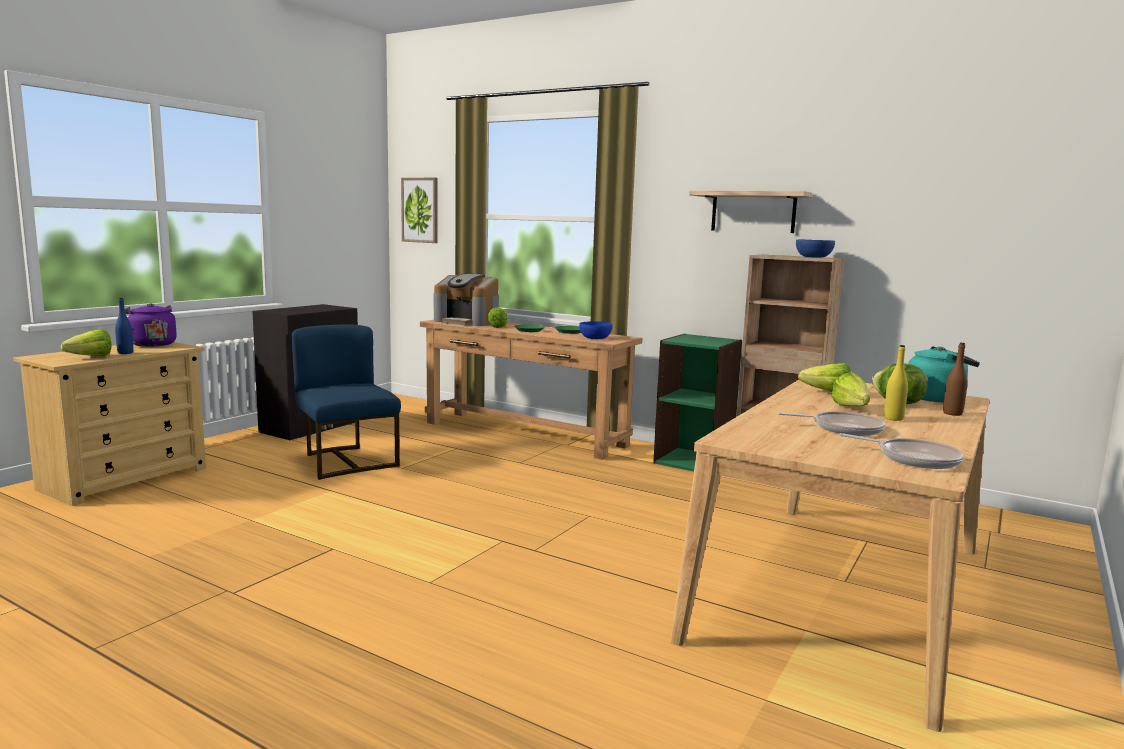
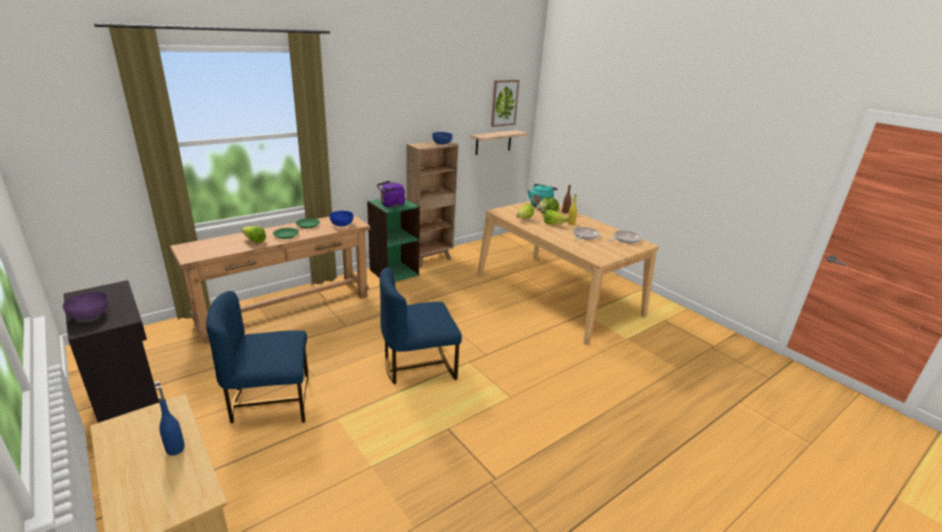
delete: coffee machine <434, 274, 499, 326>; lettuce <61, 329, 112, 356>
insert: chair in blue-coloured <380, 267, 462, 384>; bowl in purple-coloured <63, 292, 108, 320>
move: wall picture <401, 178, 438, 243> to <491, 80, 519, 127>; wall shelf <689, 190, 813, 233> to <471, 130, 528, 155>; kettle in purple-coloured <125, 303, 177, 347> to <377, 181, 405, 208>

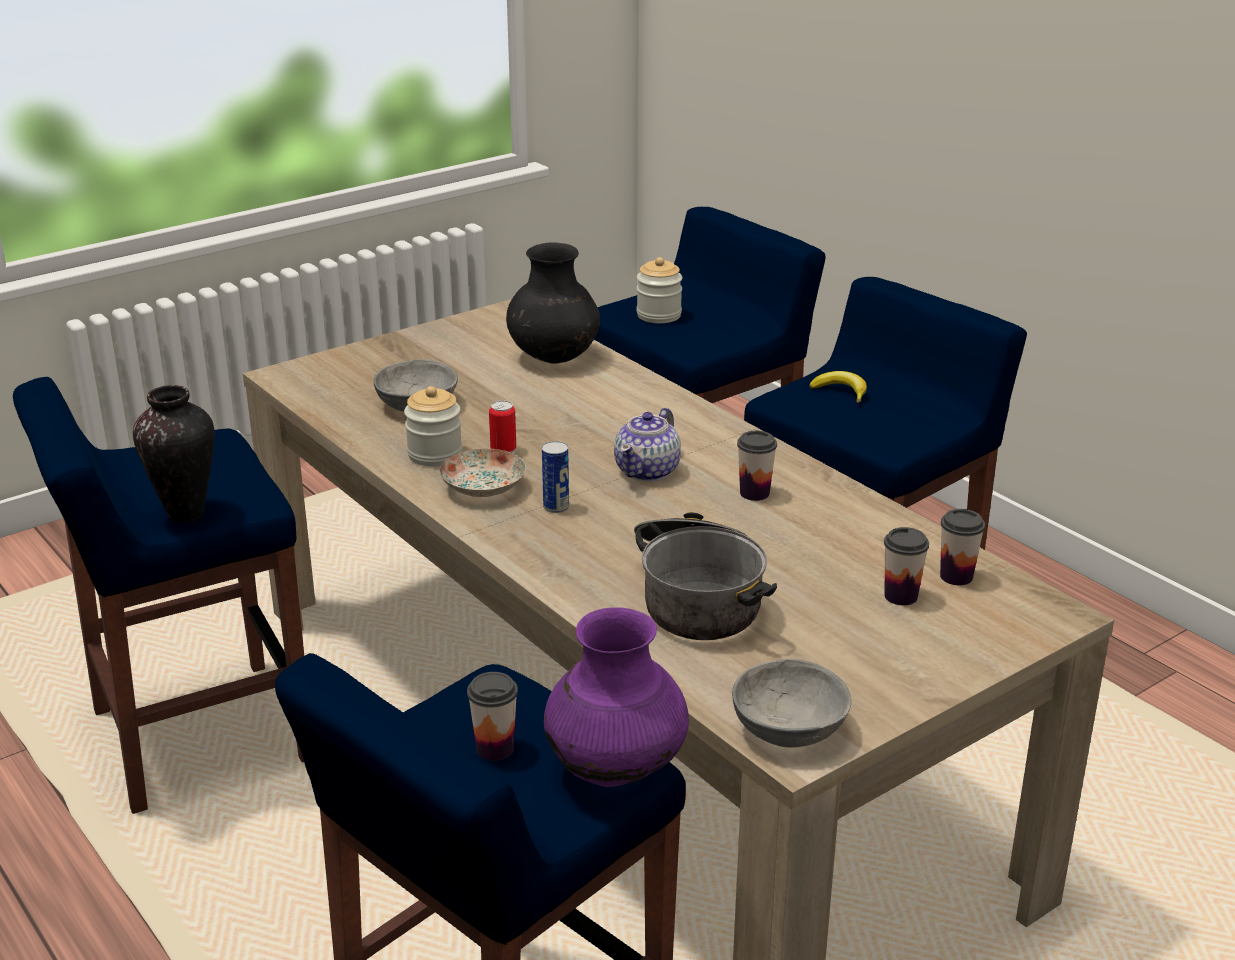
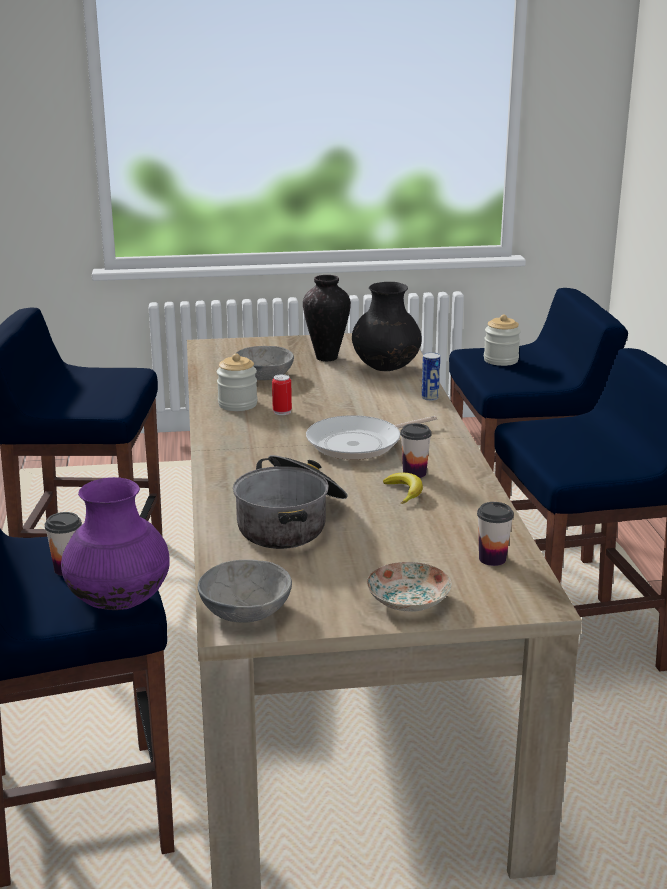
delete: small cup <884, 527, 929, 605>
move: banana <809, 371, 867, 403> to <383, 473, 423, 504>; decorative vase <133, 385, 215, 523> to <303, 275, 351, 361>; metal can <542, 441, 569, 513> to <422, 352, 440, 401>; plate <440, 449, 526, 497> to <367, 562, 452, 612>
replace: pot for tea <614, 408, 681, 482> to pan <306, 415, 437, 460>

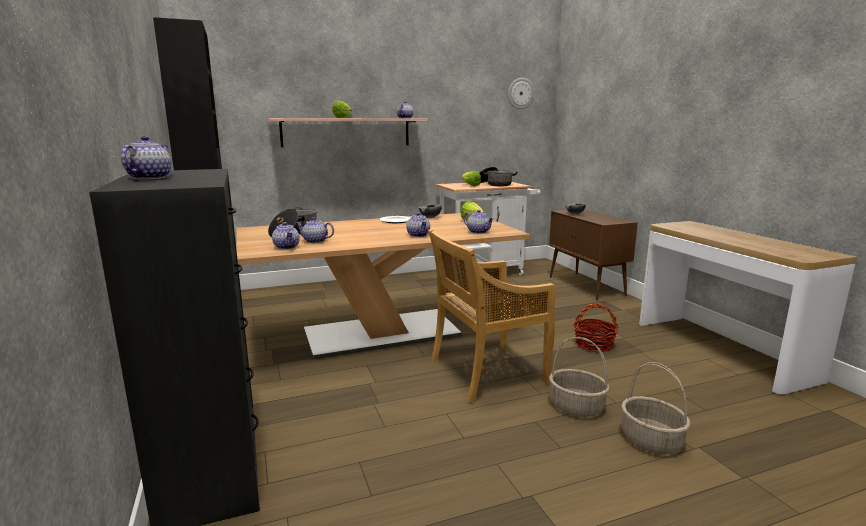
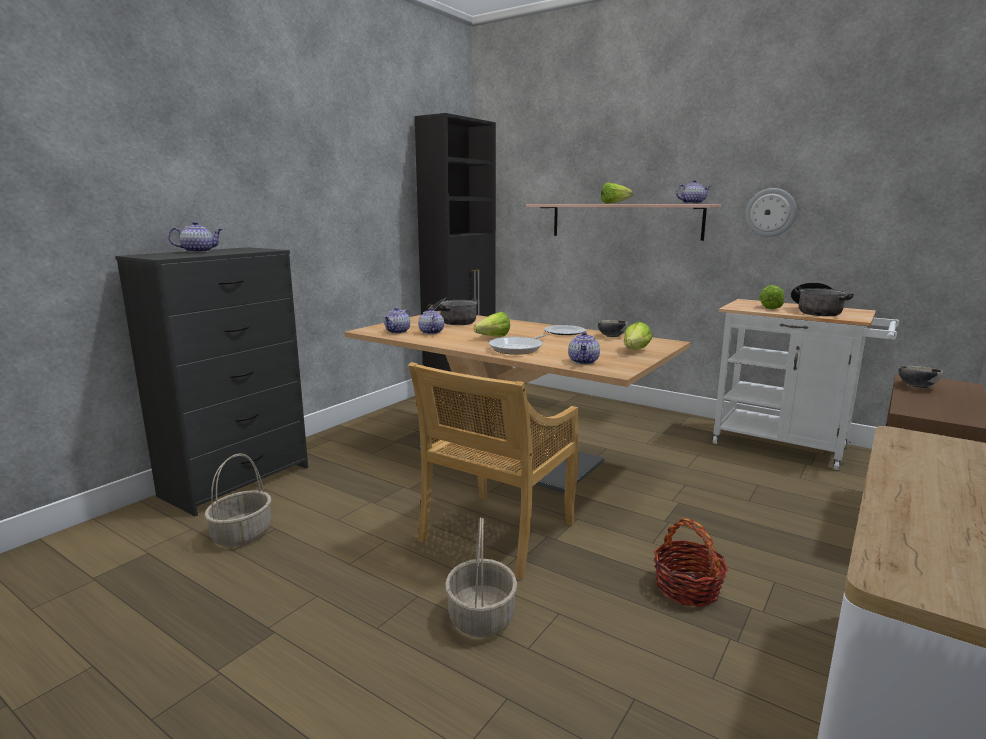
insert: lettuce <474, 312, 510, 337>
move: hanging clock <508, 78, 535, 110> to <745, 188, 797, 237>; basket <621, 362, 690, 455> to <204, 453, 271, 547>
replace: pot for tea <407, 212, 430, 237> to pan <489, 334, 546, 355>
rotate: chair in sand-coloured <428, 229, 555, 402> = <408, 362, 579, 579> 90 degrees counterclockwise

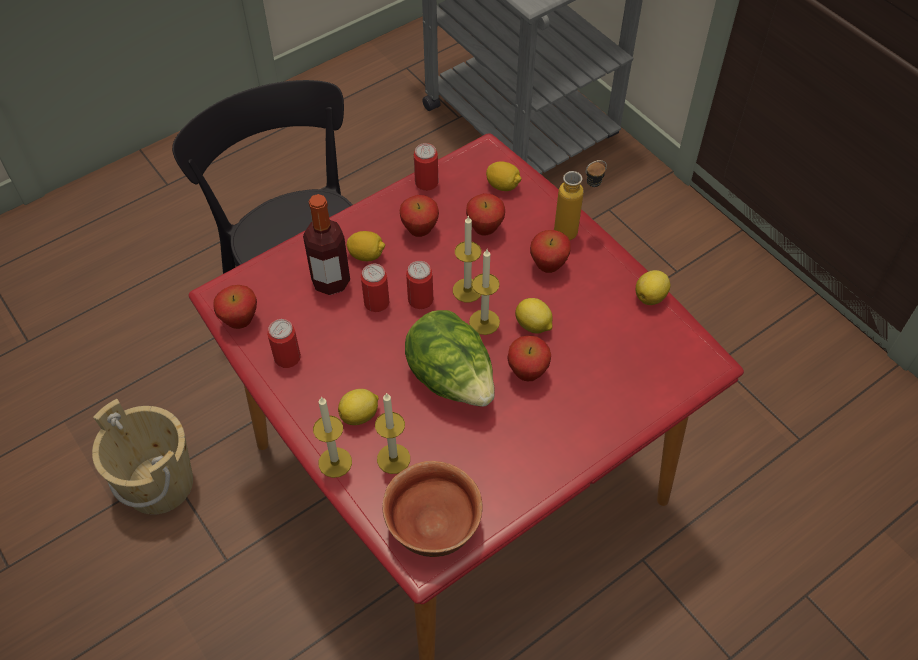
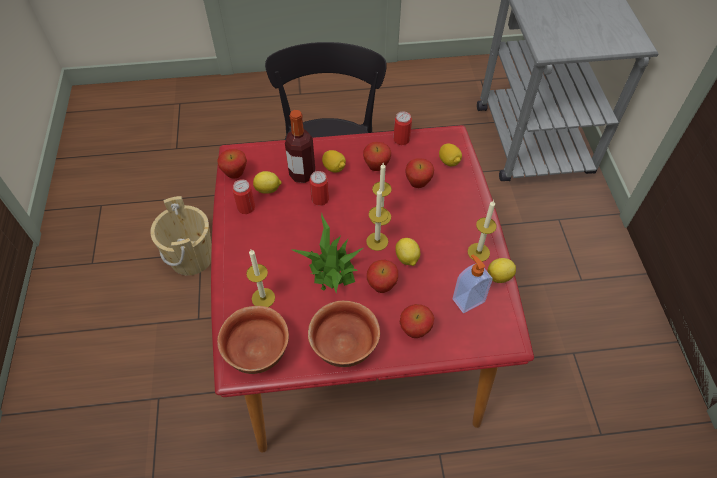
delete: drink bottle <554, 160, 607, 240>; metal can <406, 261, 433, 309>
insert: liquid soap bottle <452, 255, 493, 313>; bowl <308, 301, 380, 367>
move: whole apple <530, 230, 571, 273> to <400, 304, 434, 338>; citrus fruit <338, 389, 379, 425> to <253, 171, 282, 194>; wax light <313, 397, 352, 478> to <468, 200, 497, 262>
replace: lettuce <405, 310, 495, 407> to houseplant <292, 212, 363, 294>

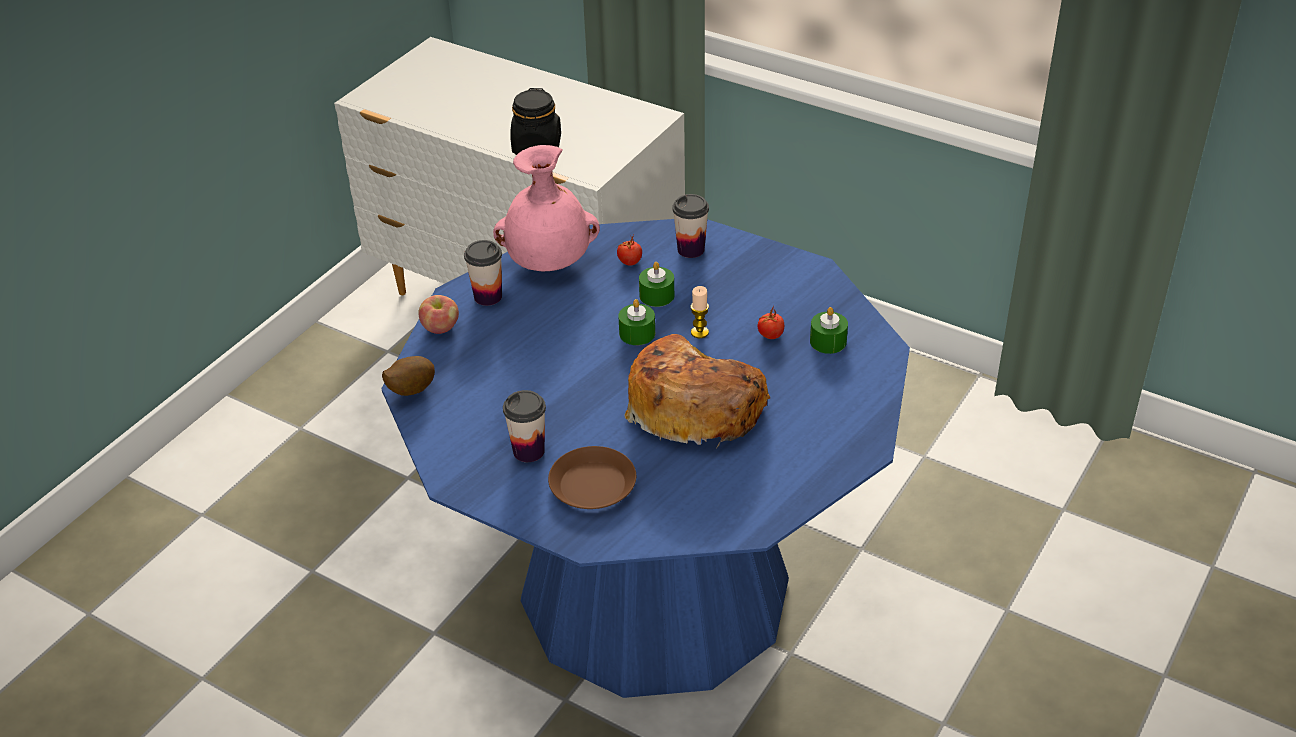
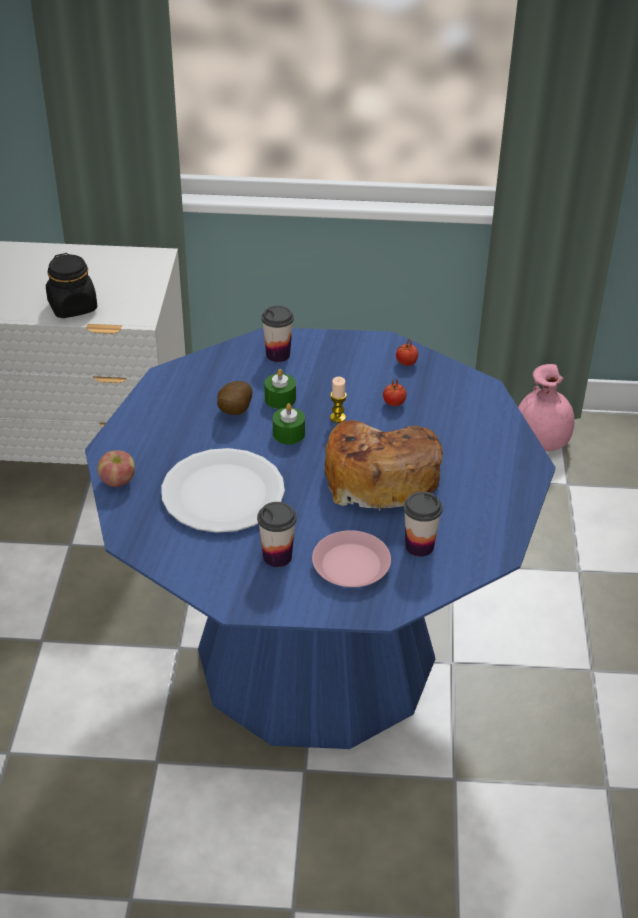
delete: wax light in greenish <810, 307, 848, 354>
insert: plate in whitish <161, 448, 285, 533>
move: decorative vase in pink <493, 145, 600, 271> to <518, 364, 574, 451>; whole tomato <617, 235, 642, 266> to <396, 338, 418, 366>; small cup <464, 240, 502, 306> to <404, 492, 443, 557>; whole potato <382, 356, 435, 396> to <217, 381, 253, 415>
recolor: plate in brown <548, 446, 636, 509> to plate in pink <312, 530, 391, 587>

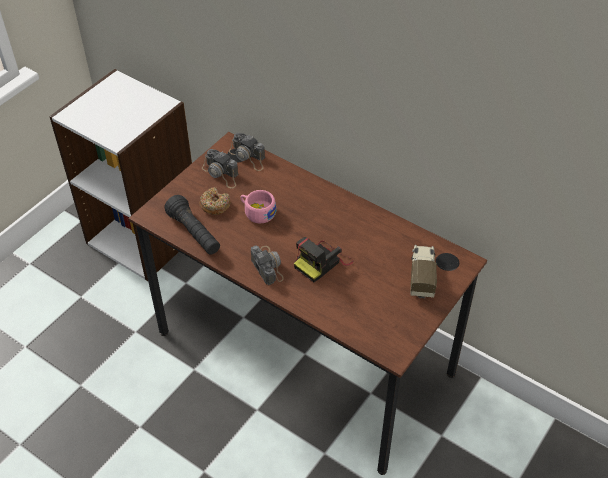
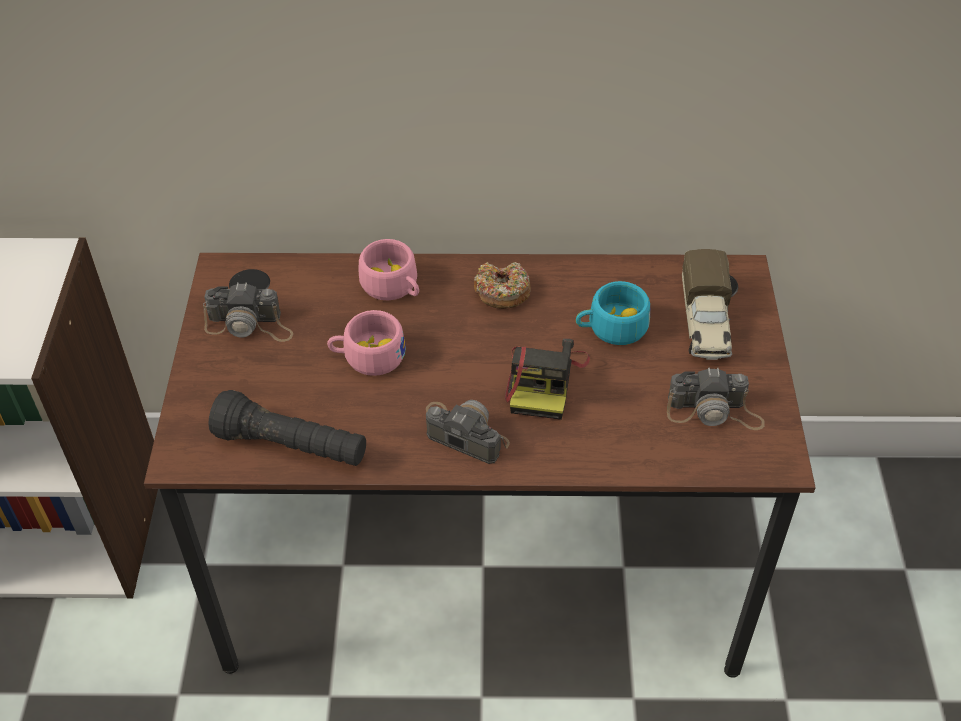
insert: small cup in pink <359, 239, 419, 300>; small cup in turquoise <576, 281, 650, 345>
move: photo camera <229, 133, 265, 171> to <667, 368, 765, 430>; ring doughnut <199, 188, 230, 215> to <474, 262, 530, 309>
rotate: toy truck <410, 245, 437, 299> = <682, 249, 732, 360> 150 degrees counterclockwise

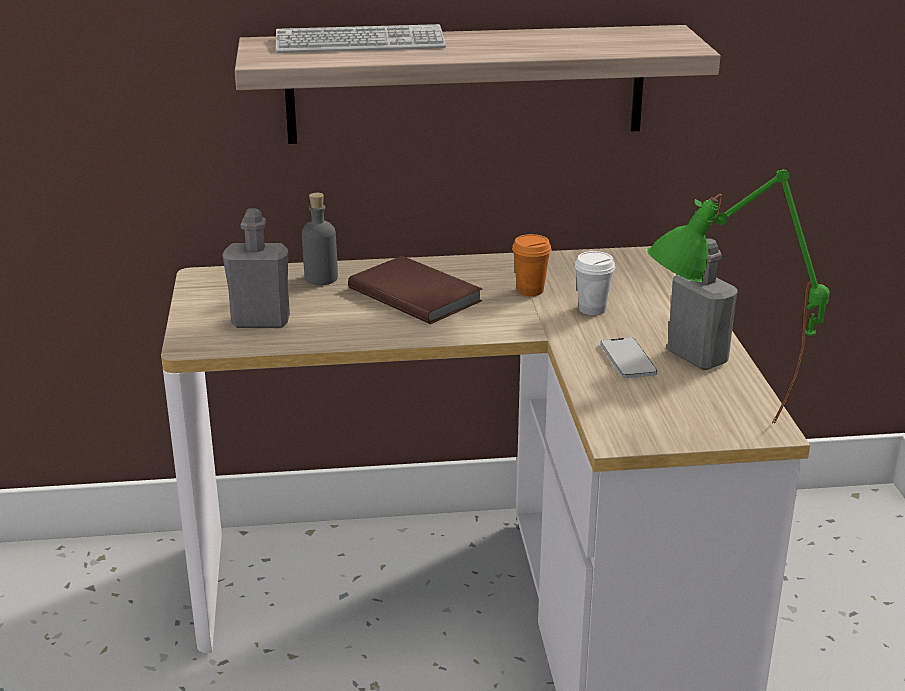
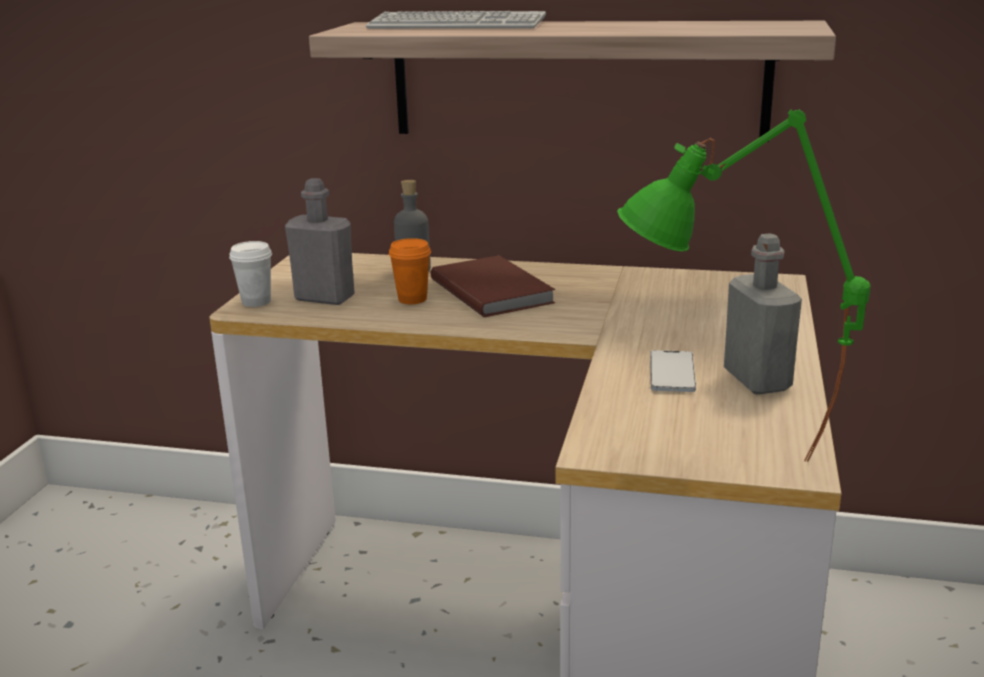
move: small cup in orange <512, 234, 551, 296> to <389, 238, 431, 304>; small cup in whitish <575, 251, 615, 315> to <229, 241, 272, 307>

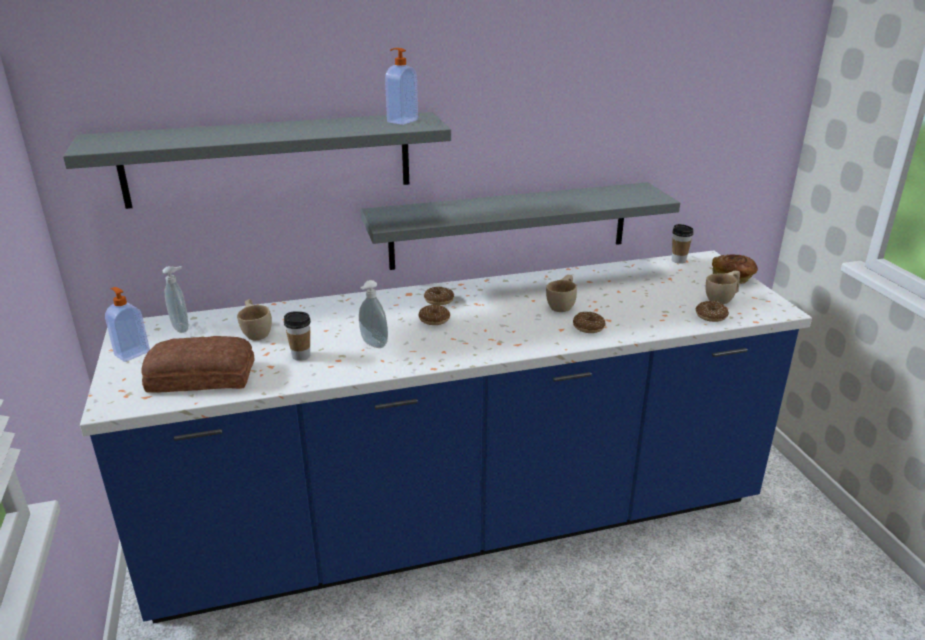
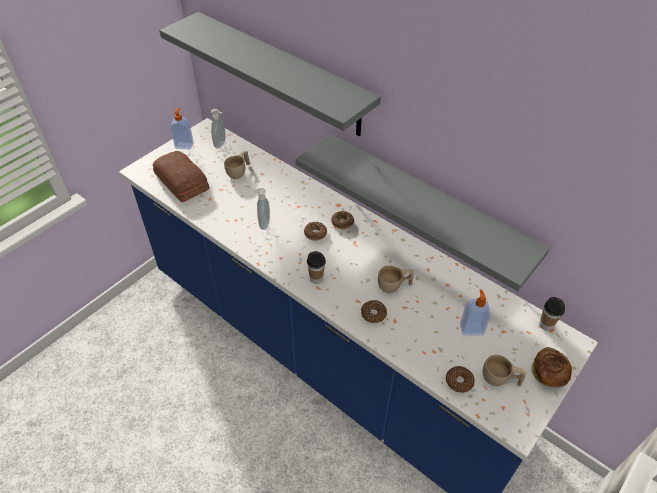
move: liquid soap bottle <385, 48, 418, 125> to <460, 289, 491, 336>; small cup <284, 311, 311, 361> to <307, 251, 326, 284>

